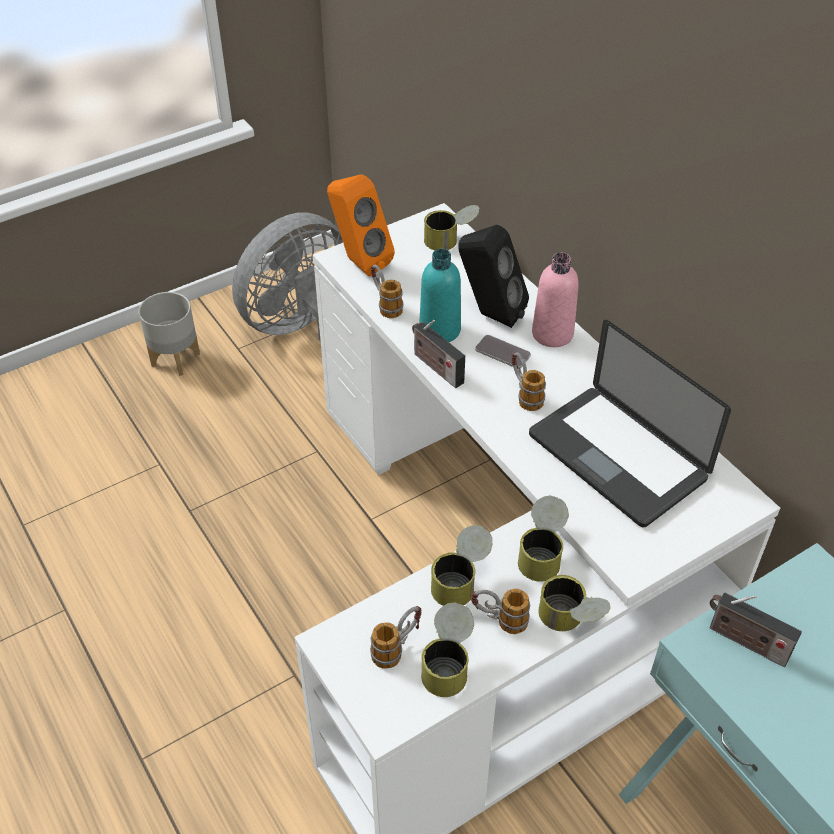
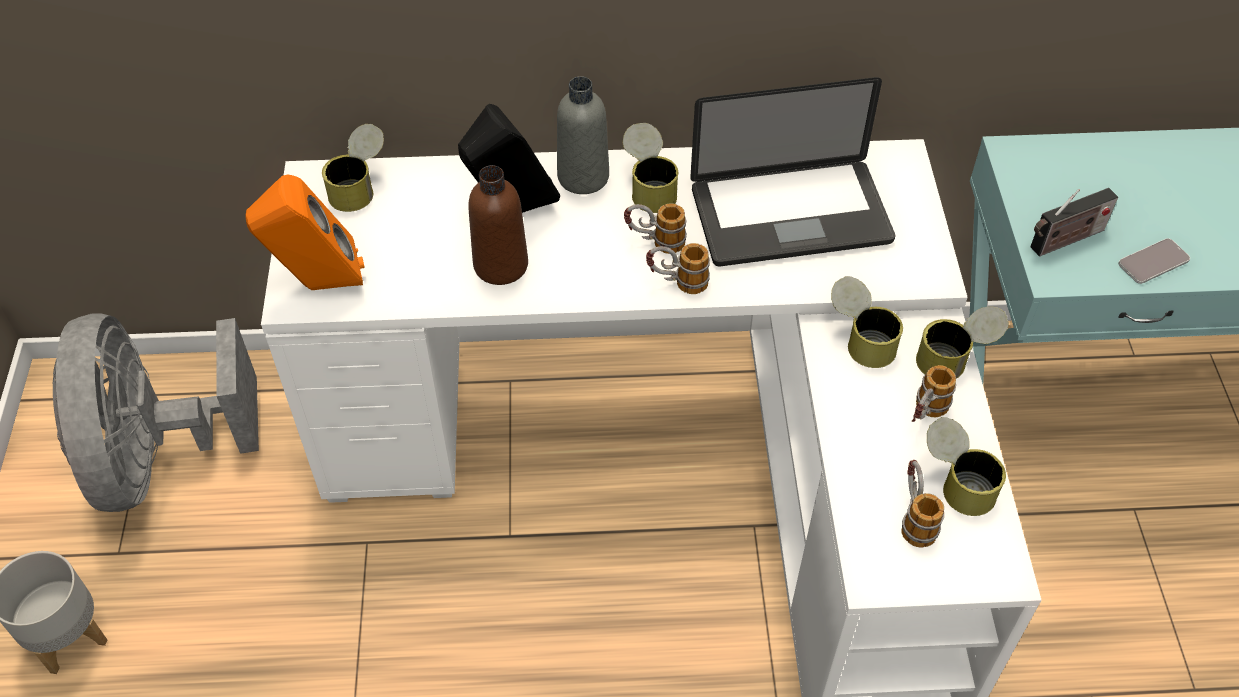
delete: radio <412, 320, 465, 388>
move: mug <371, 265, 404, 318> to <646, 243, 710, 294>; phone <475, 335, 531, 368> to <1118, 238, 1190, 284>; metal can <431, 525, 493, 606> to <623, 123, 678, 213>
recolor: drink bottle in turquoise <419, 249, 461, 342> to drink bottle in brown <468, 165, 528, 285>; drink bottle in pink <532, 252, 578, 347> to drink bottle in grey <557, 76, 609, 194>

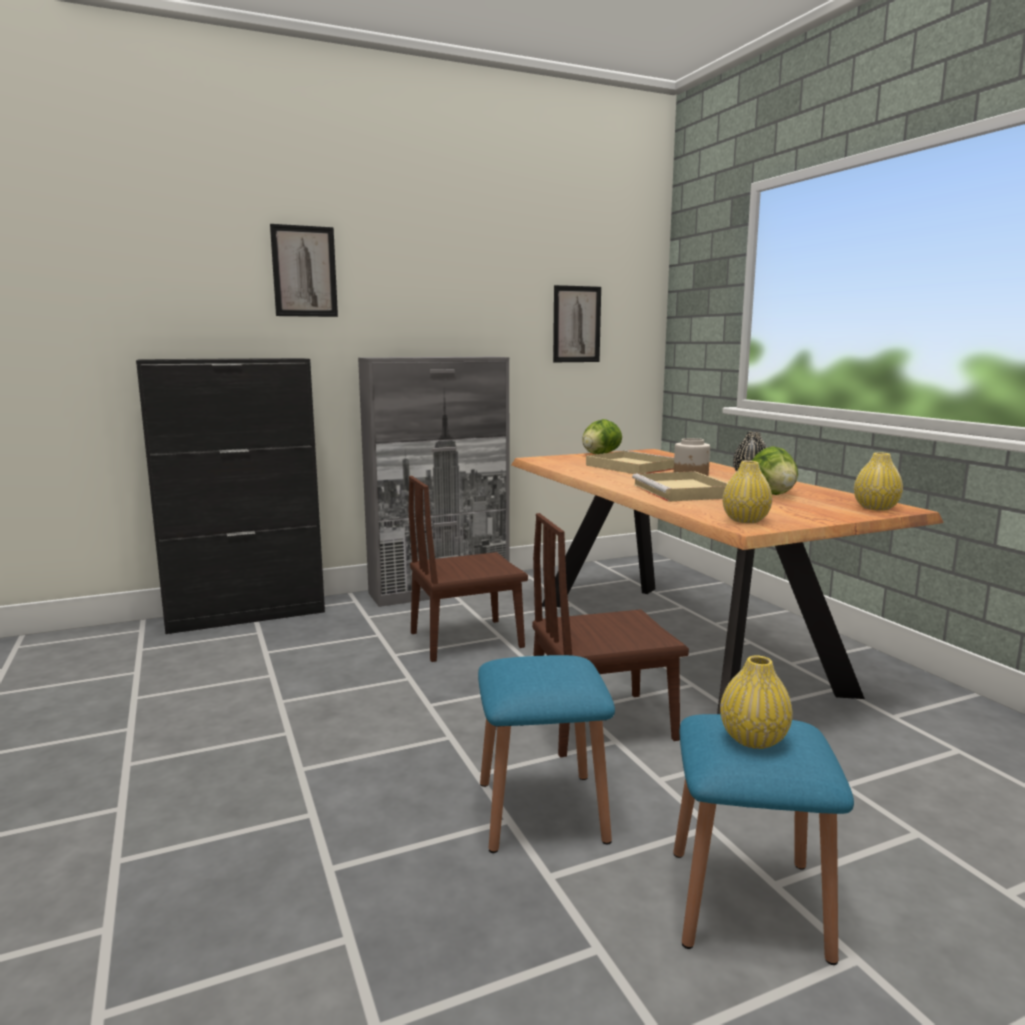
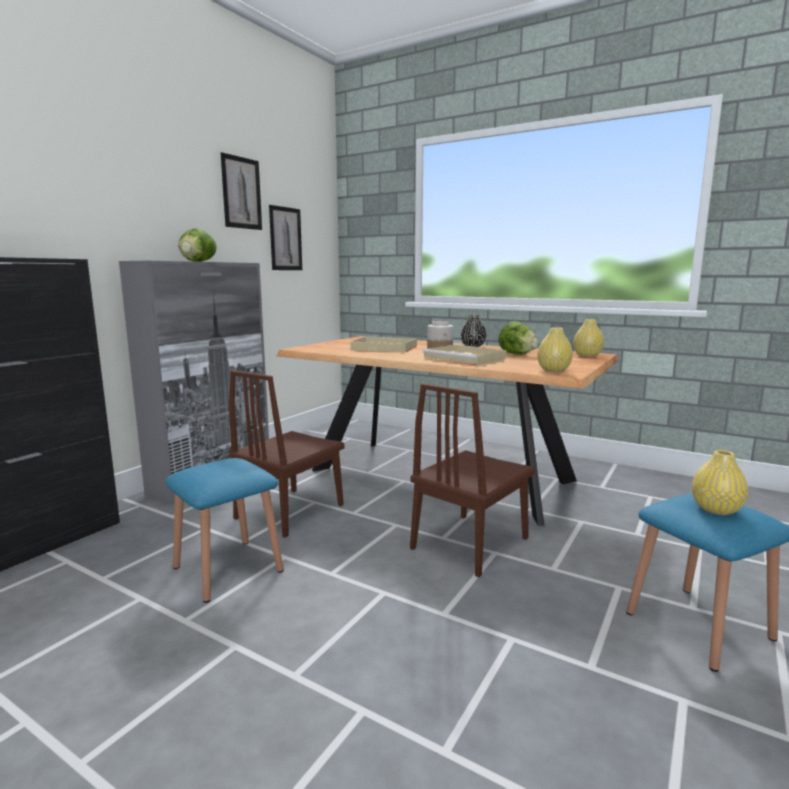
move: wall picture <270, 224, 338, 317> to <221, 152, 262, 230>; lettuce <582, 419, 622, 454> to <178, 228, 217, 262>; sitting stool in blue-coloured <478, 655, 615, 853> to <165, 458, 284, 603>

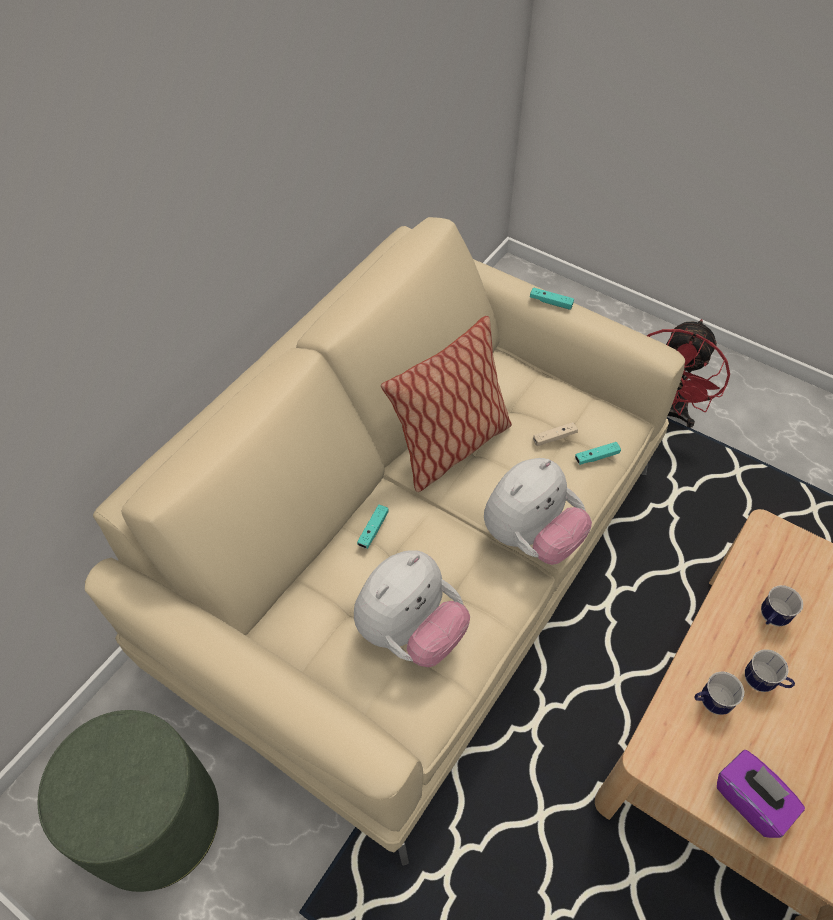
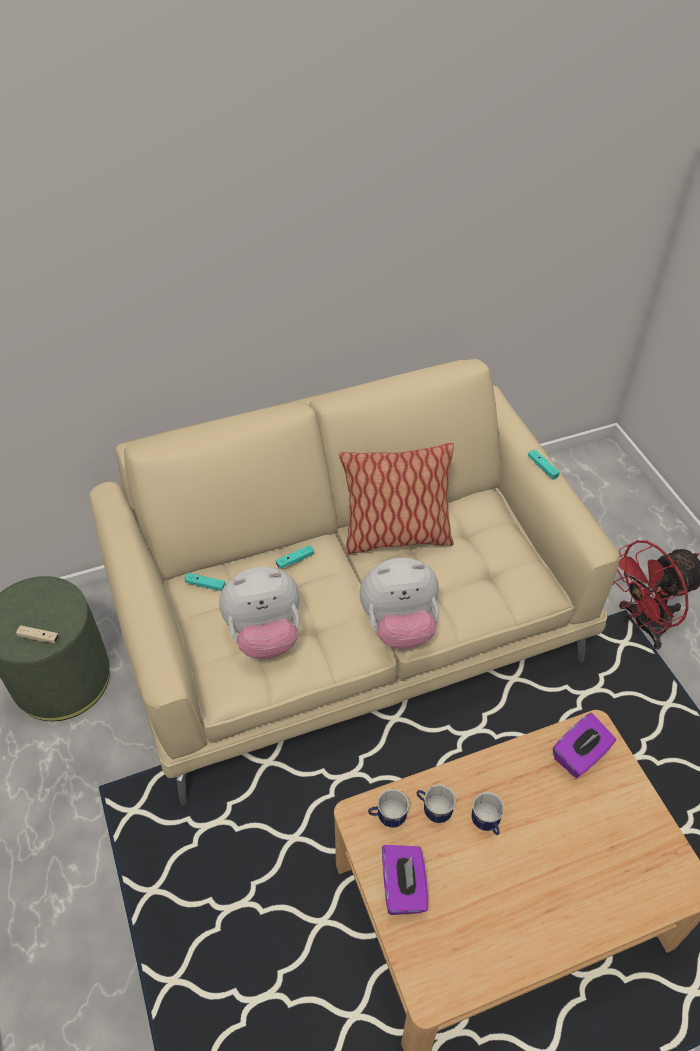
insert: tissue holder in purple-coloured <553, 713, 616, 778>
move: game controller in sand-coloured <533, 422, 578, 446> to <16, 625, 59, 643>; game controller in turquoise <575, 442, 621, 465> to <184, 573, 225, 591>; mug <761, 585, 803, 627> to <368, 789, 409, 828>

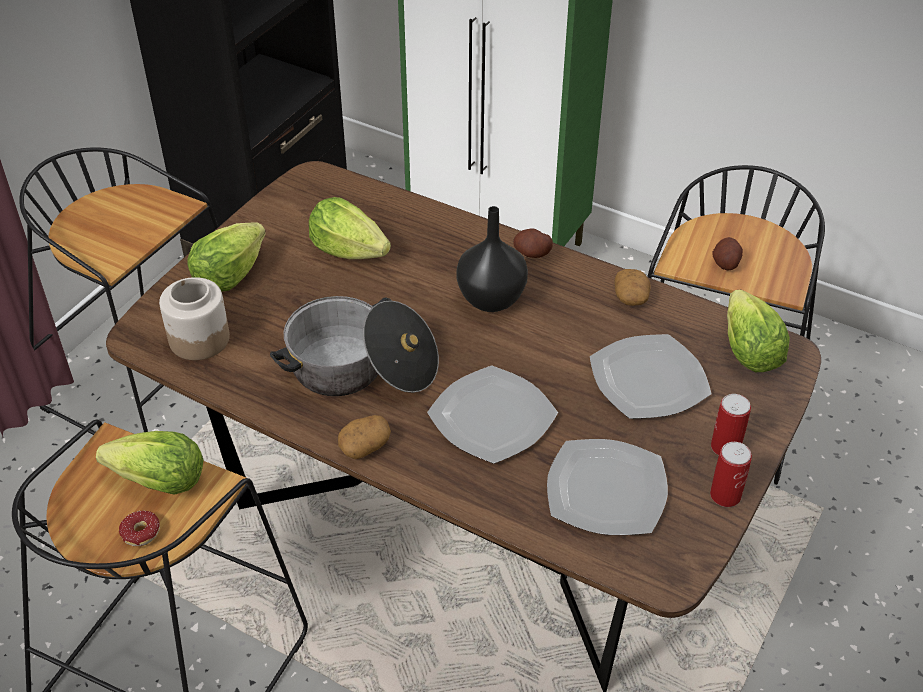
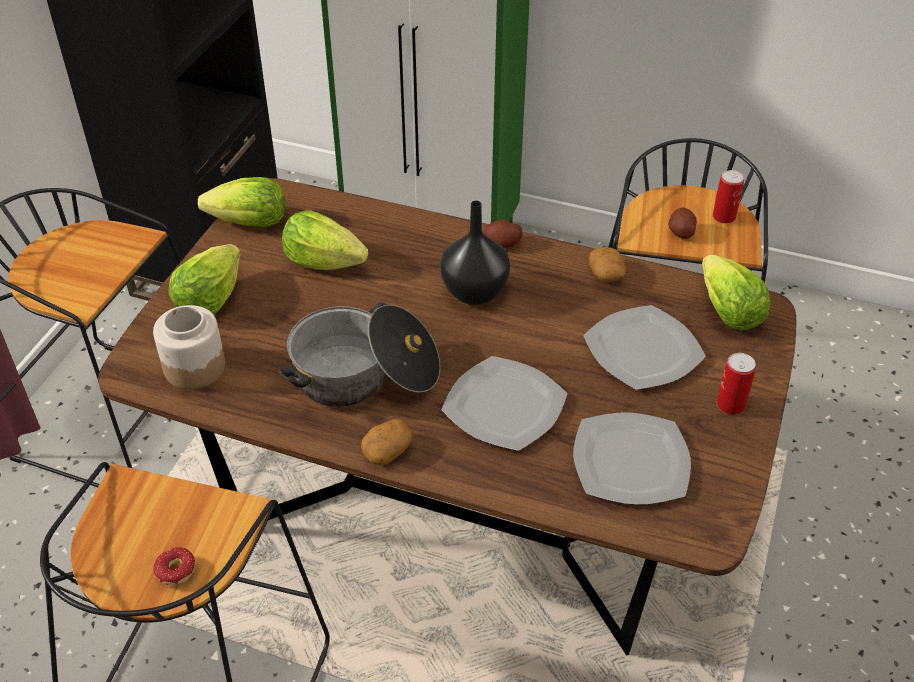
move: lettuce <96, 431, 204, 494> to <198, 177, 285, 227>; metal can <710, 442, 752, 507> to <713, 170, 744, 224>

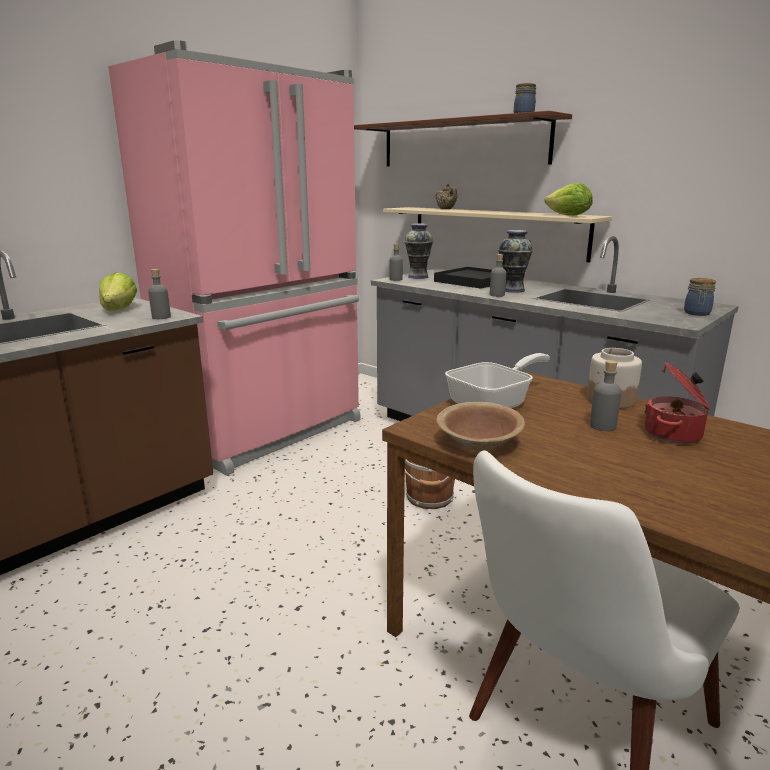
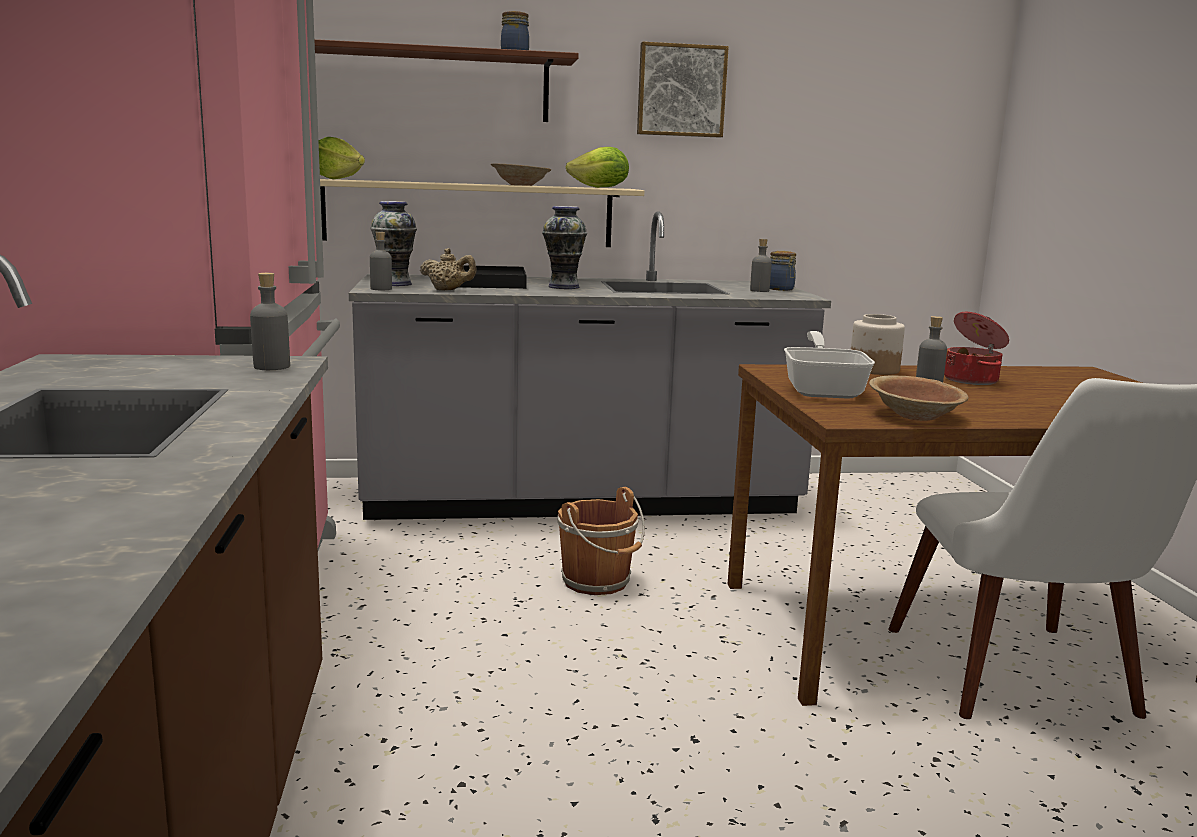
insert: wall picture <637, 42, 729, 137>; bowl in brown <491, 163, 551, 186>
move: pot for tea in sand-coloured <435, 183, 457, 209> to <420, 248, 477, 291>; drink bottle in grey <490, 254, 506, 297> to <750, 239, 772, 292>; lettuce <99, 273, 137, 311> to <319, 137, 365, 179>

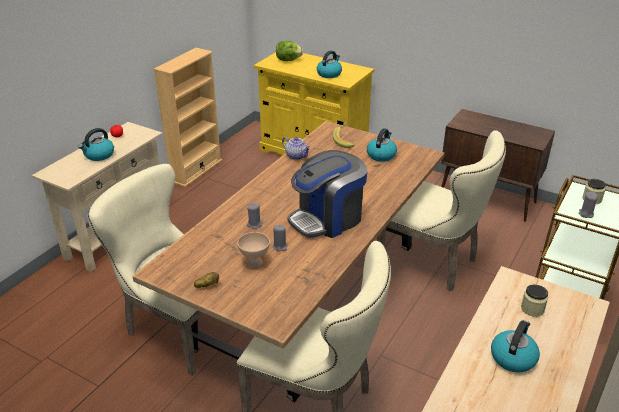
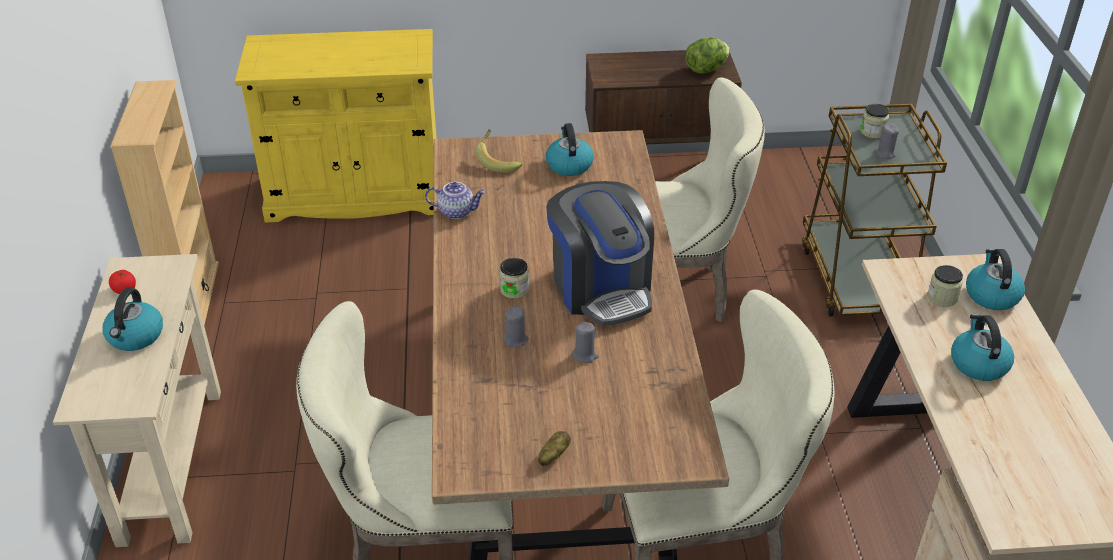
delete: bowl in sand-coloured <238, 232, 270, 269>
insert: storage jar <499, 258, 529, 299>
move: lettuce <276, 41, 303, 61> to <685, 37, 730, 74>; kettle <317, 50, 342, 78> to <966, 249, 1025, 310>
rotate: coffee machine <287, 150, 367, 238> = <546, 181, 654, 326> 45 degrees counterclockwise

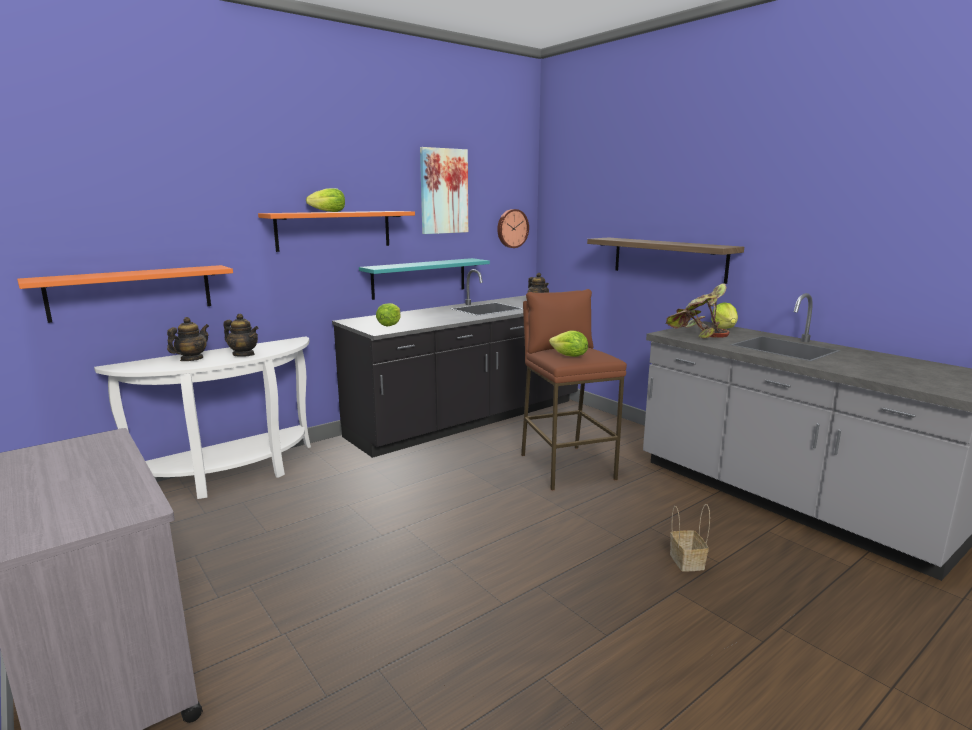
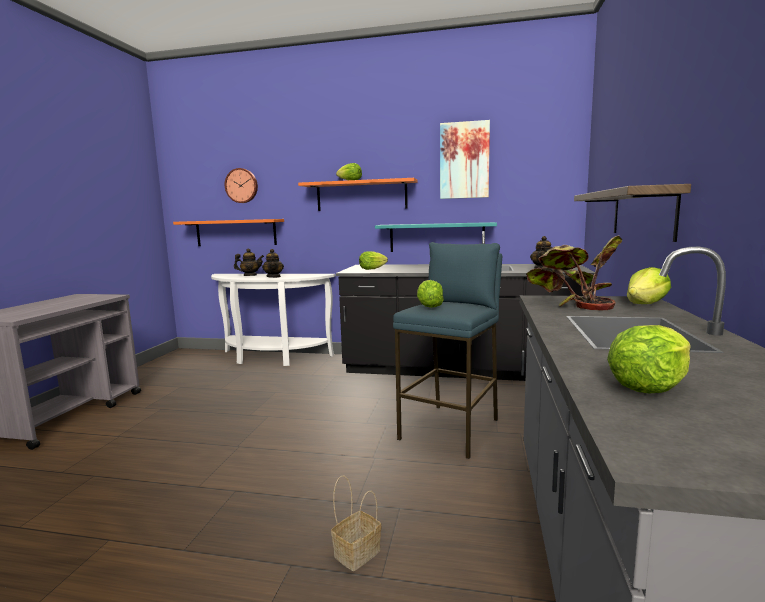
insert: lettuce <607, 325, 691, 393>
move: hanging clock <497, 209, 529, 248> to <225, 168, 258, 203>
recolor: sitting stool in brown <521, 289, 627, 490> to sitting stool in blue-coloured <393, 242, 502, 459>

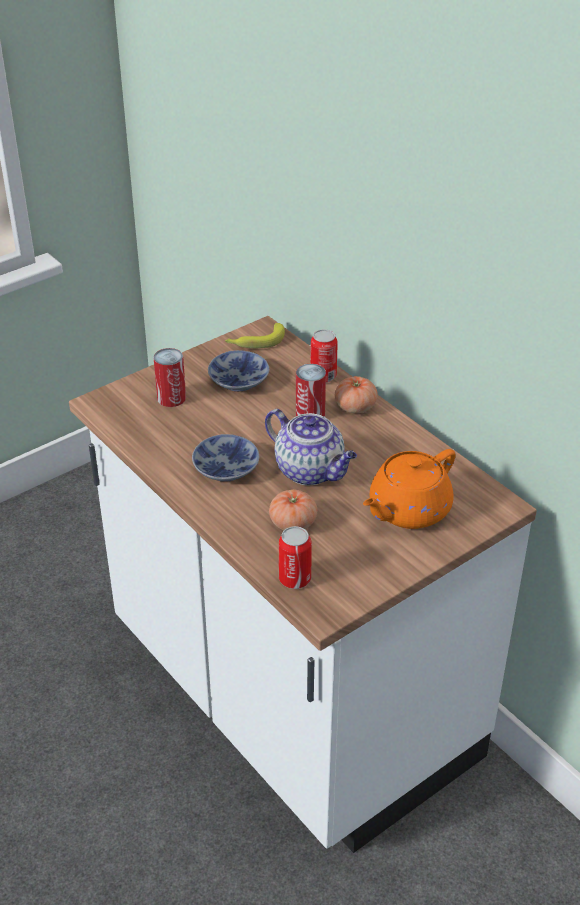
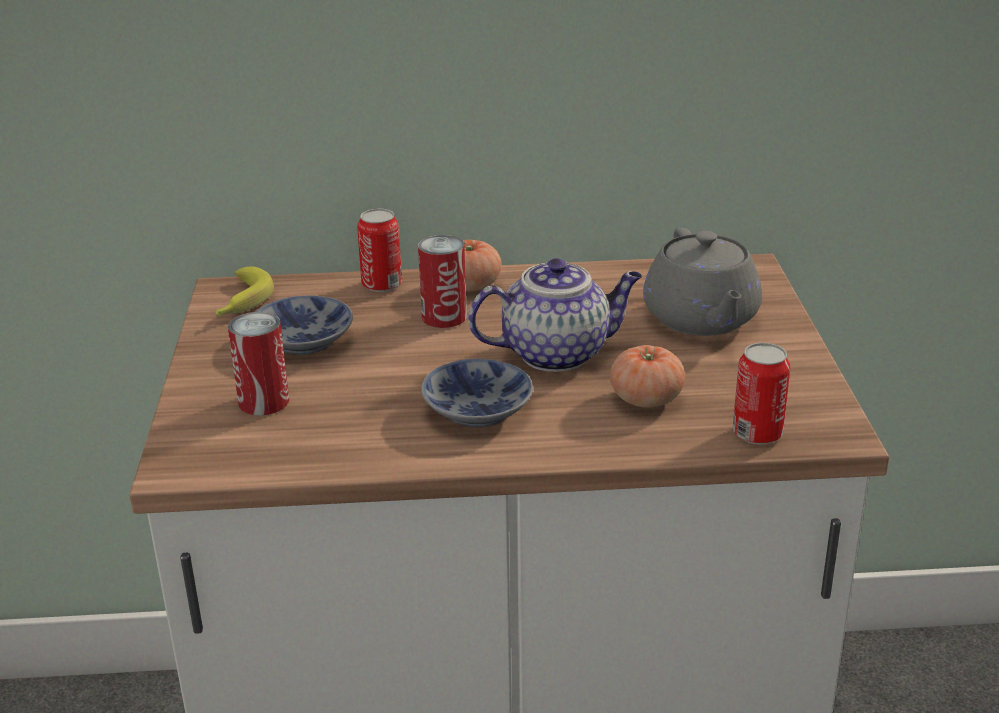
recolor: pot for tea in orange <363, 449, 456, 529> to pot for tea in grey <643, 228, 762, 336>

